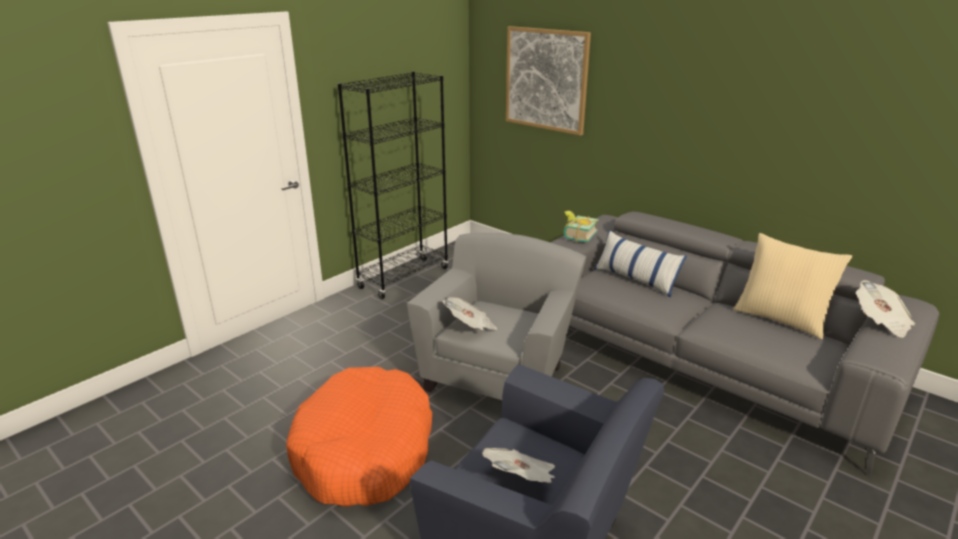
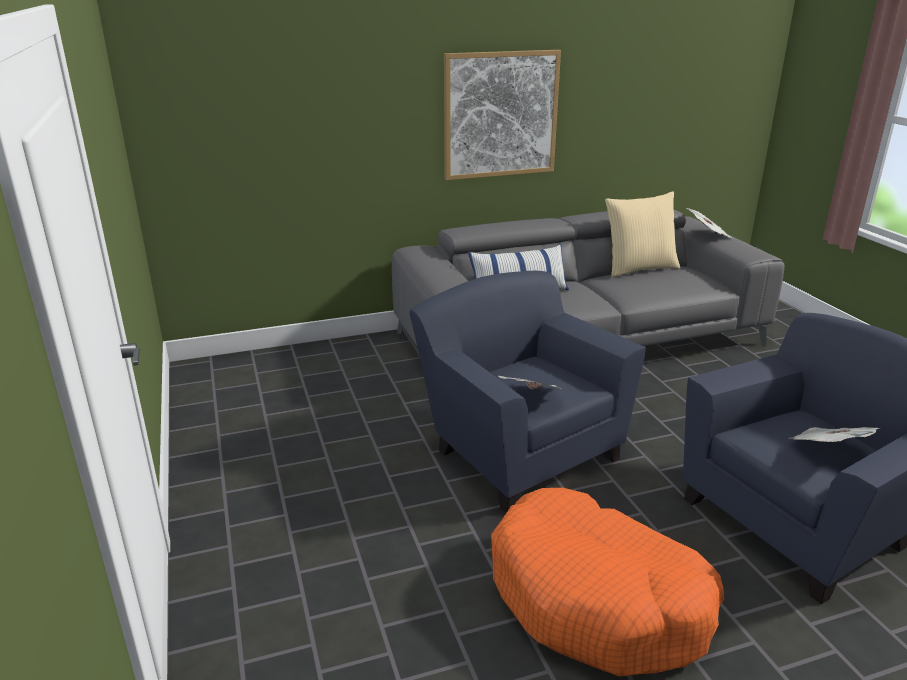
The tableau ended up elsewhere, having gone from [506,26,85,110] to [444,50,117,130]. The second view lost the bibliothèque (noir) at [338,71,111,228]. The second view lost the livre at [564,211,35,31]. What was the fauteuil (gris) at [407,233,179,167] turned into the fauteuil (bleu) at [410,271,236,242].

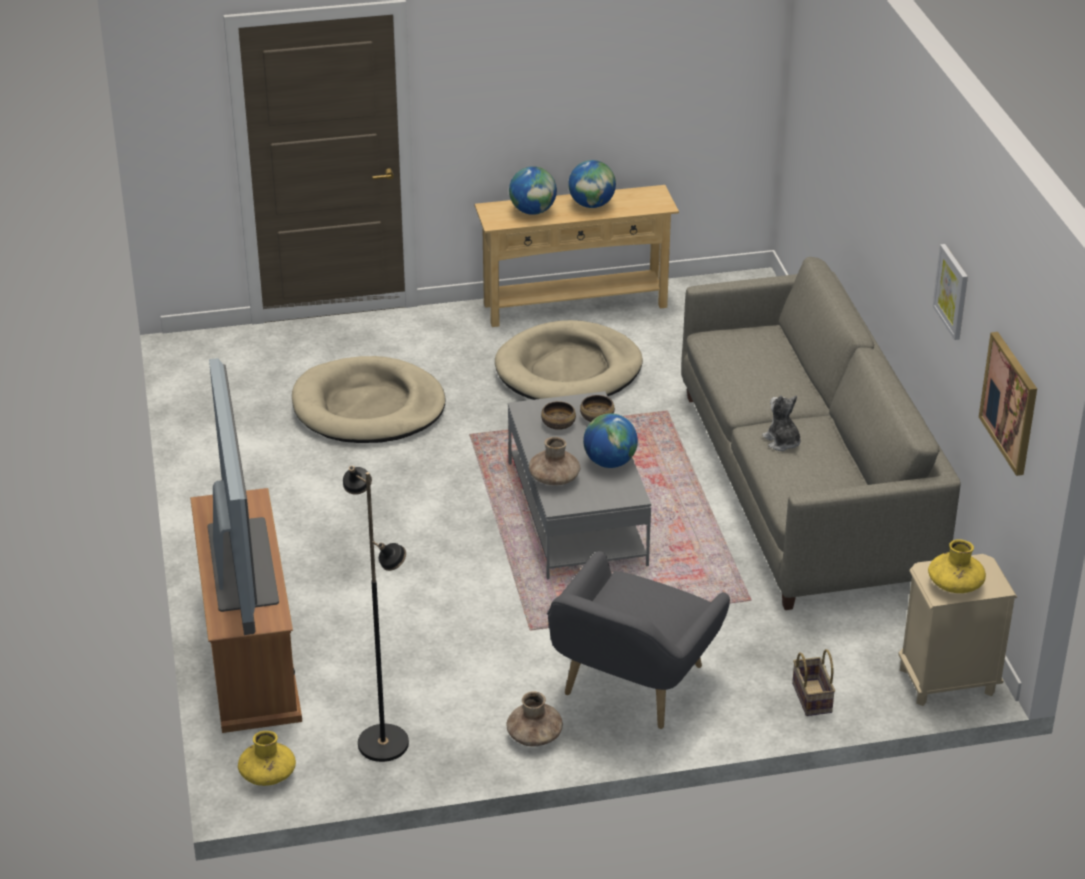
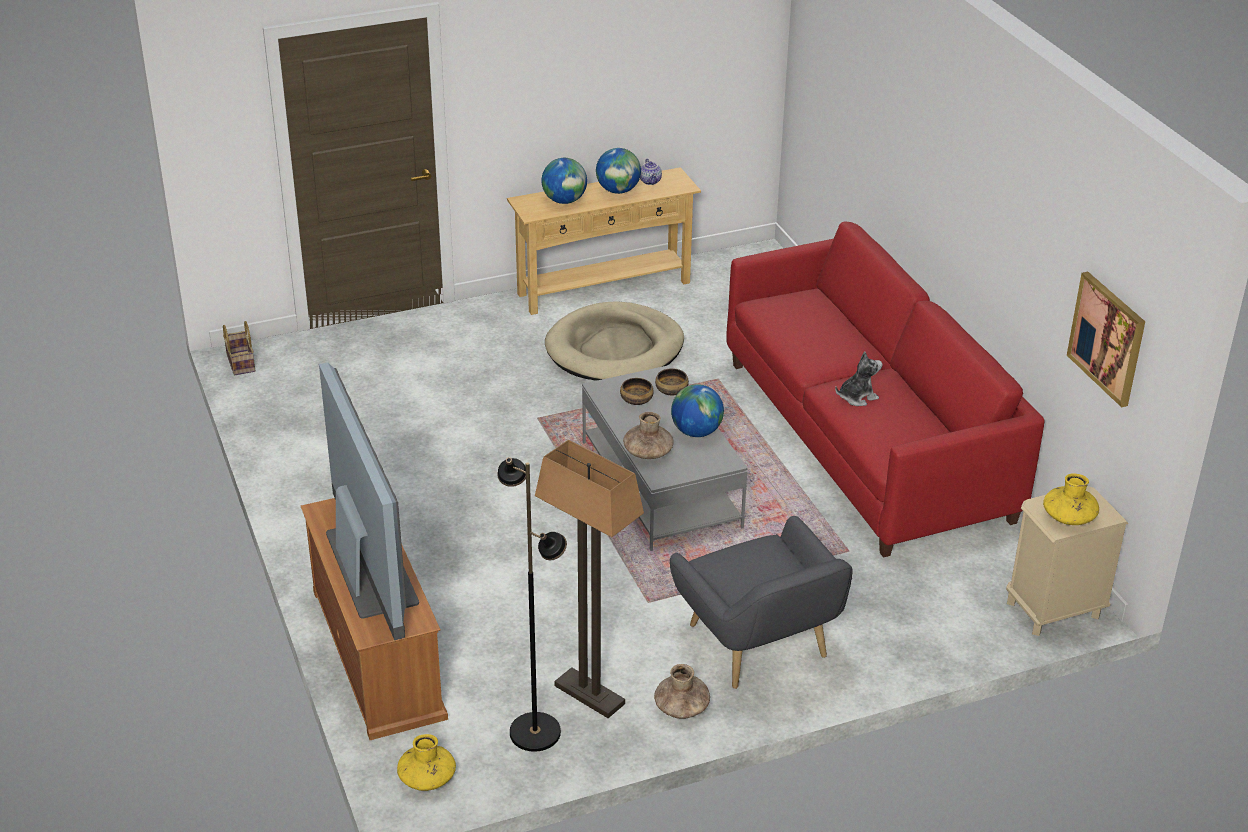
The second view lost the tableau at [933,244,35,96]. What was the canapé (gris) at [681,257,279,353] turned into the canapé (rouge) at [726,222,318,336]. The second view lost the panier pour chien (beige) at [292,356,154,87]. The peluche at [762,395,39,56] ended up facing another way, 105 degrees clockwise from before. The fauteuil (gris) at [547,551,183,178] ended up facing another way, 45 degrees counterclockwise from before. The panier ended up elsewhere, having gone from [792,649,43,67] to [223,321,32,55]. The second view gained the théière at [640,159,22,26]. The second view gained the lampadaire at [535,440,109,278].

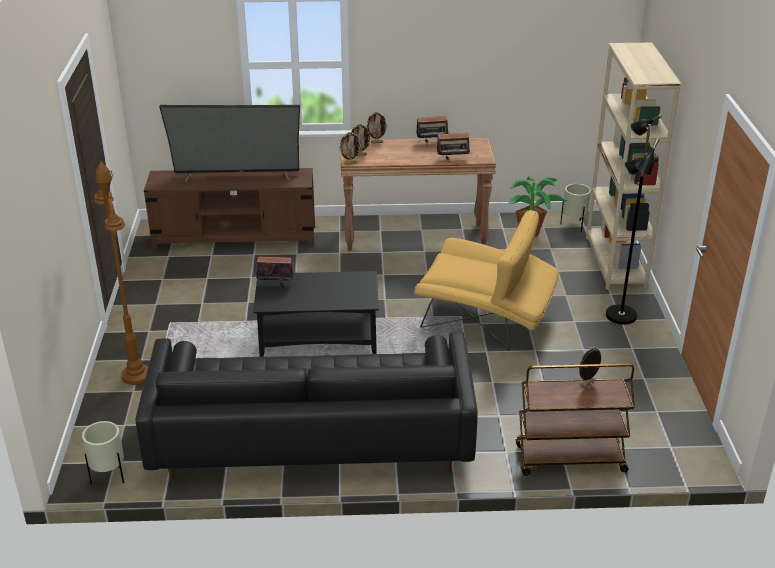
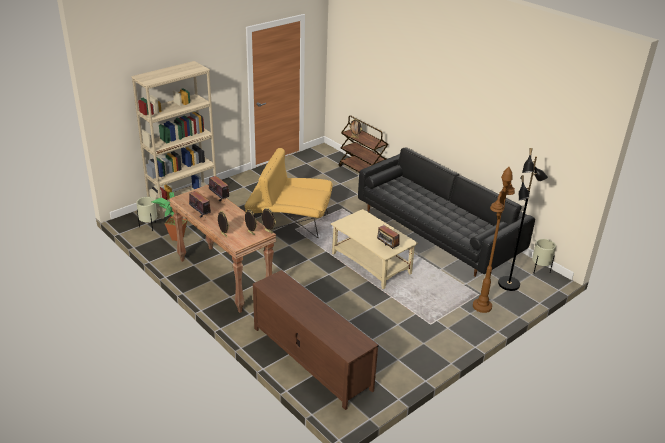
The second view lost the téléviseur at [159,105,141,77]. The lampadaire (noir) ended up elsewhere, having gone from [606,114,56,211] to [498,148,50,143]. The fauteuil (jaune) at [414,210,145,140] ended up facing another way, 60 degrees counterclockwise from before. What was the table basse (noir) at [253,271,126,86] turned into the table basse (beige) at [331,209,87,80].

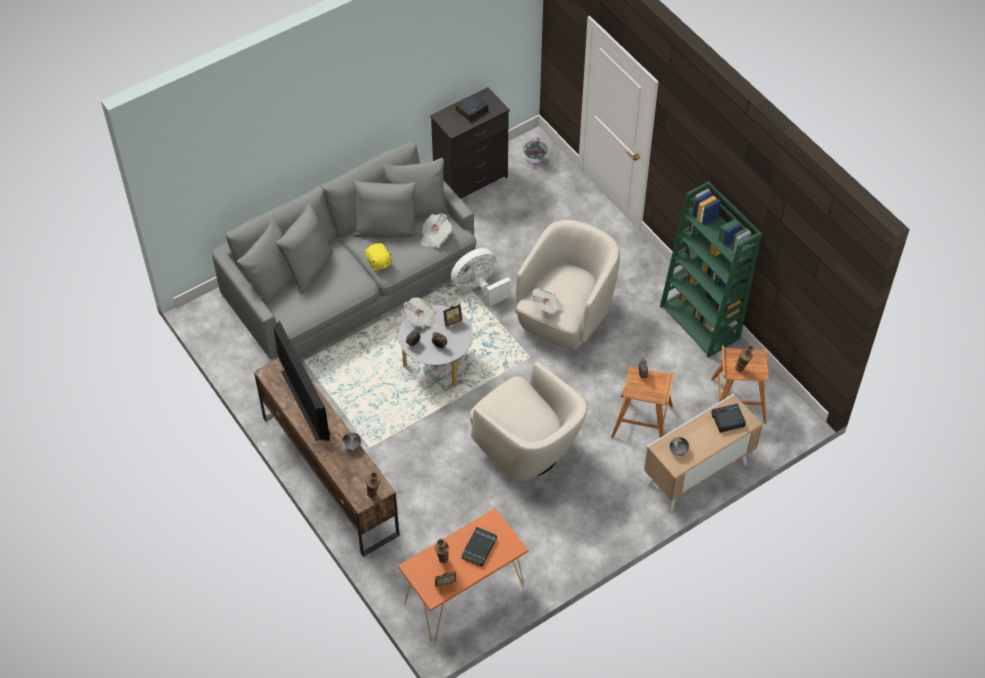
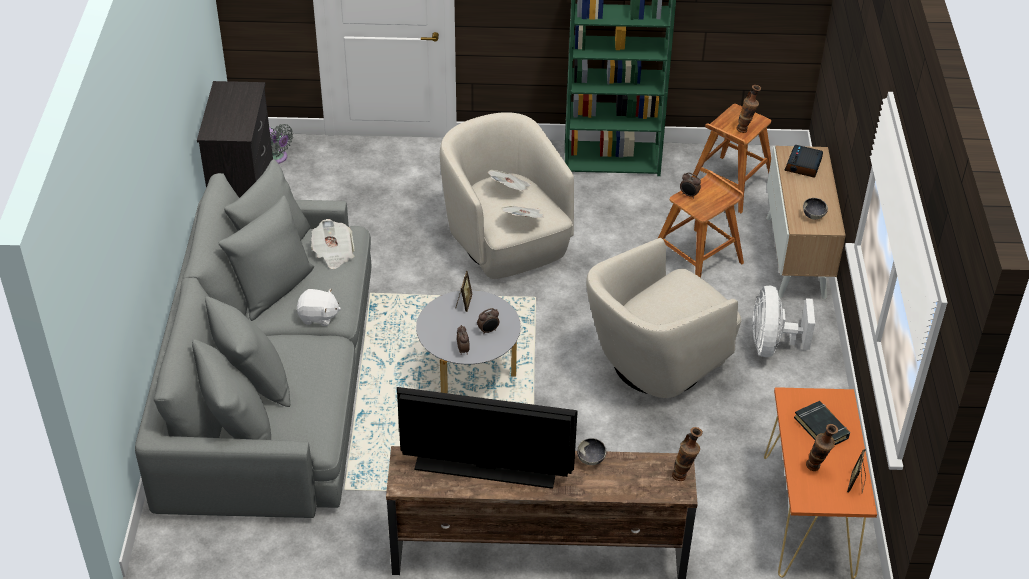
The second view lost the réveil at [456,94,33,28]. What was the peluche (jaune) at [366,243,26,28] turned into the peluche (blanc) at [297,289,44,37]. The ventilateur (blanc) ended up elsewhere, having gone from [451,248,60,59] to [752,286,63,71]. The journal ended up elsewhere, having gone from [404,297,33,30] to [488,170,43,21]. The fauteuil (beige) at [469,362,118,119] ended up facing another way, 150 degrees clockwise from before.

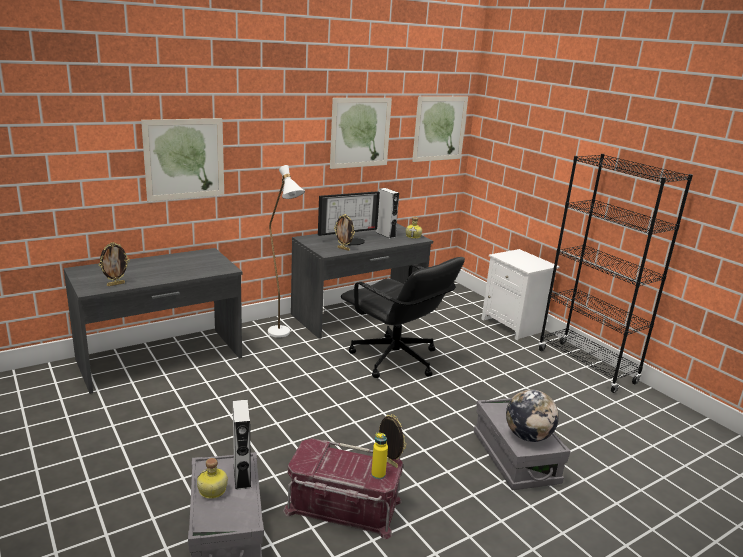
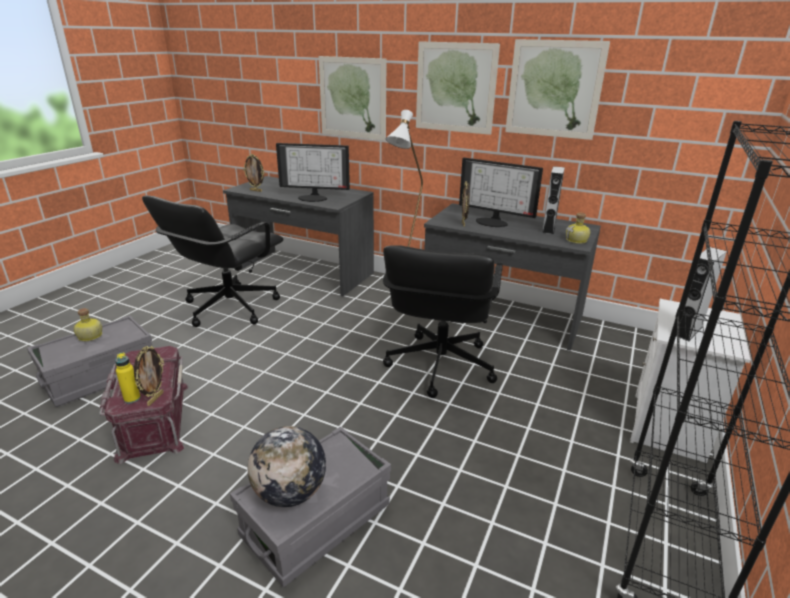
The tableau ended up elsewhere, having gone from [412,96,56,66] to [416,41,84,94]. The enceinte (gris) ended up elsewhere, having gone from [233,400,18,90] to [676,247,51,94]. The second view gained the écran d'ordinateur at [276,143,74,59]. The second view gained the chaise de bureau (noir) at [142,195,141,132].

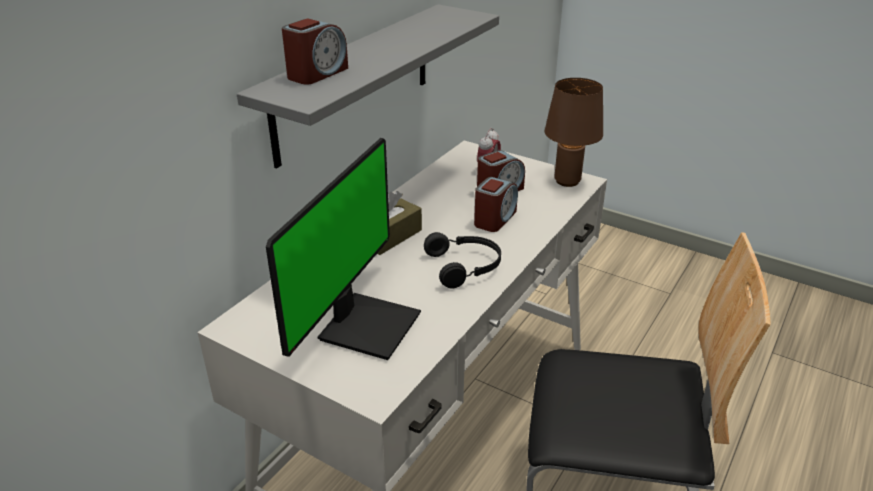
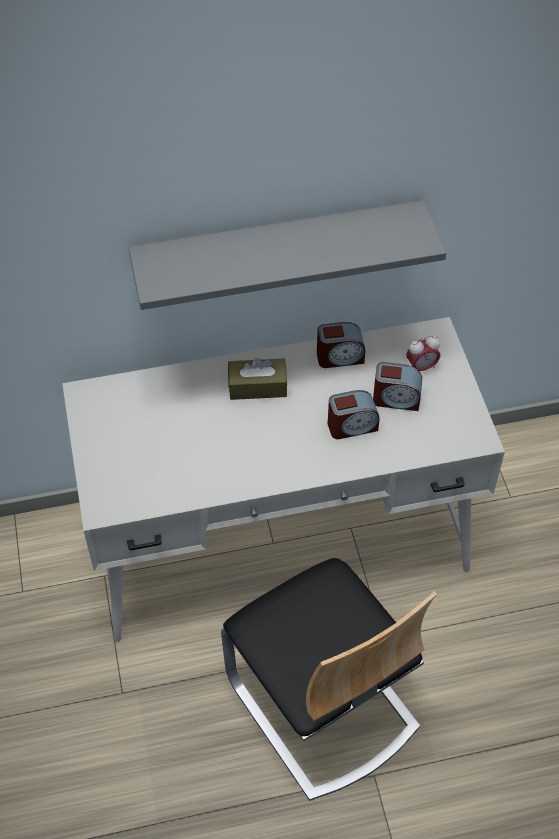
The réveil ended up elsewhere, having gone from [282,18,66,67] to [317,322,48,46]. The second view lost the lampe de table (marron) at [545,78,58,109]. The second view lost the écran d'ordinateur at [266,138,155,222]. The second view lost the casque audio (noir) at [424,232,77,57].

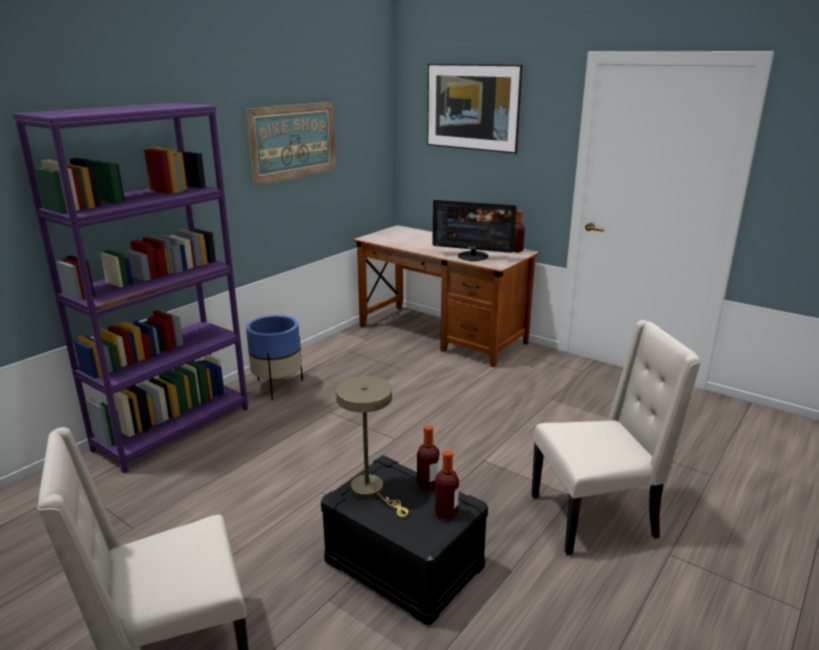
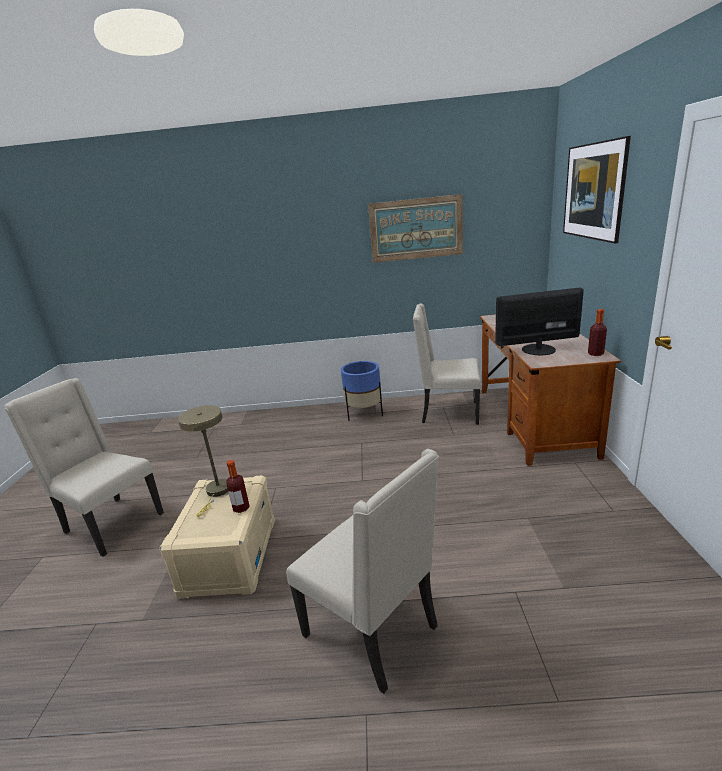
The second view lost the bibliothèque (violet) at [13,103,235,371]. The écran d'ordinateur at [432,200,85,61] ended up facing another way, 105 degrees clockwise from before. The second view lost the bouteille at [435,450,24,70]. What was the boîte de rangement (noir) at [321,455,167,170] turned into the boîte de rangement (beige) at [159,475,116,124]. The second view gained the chaise (beige) at [413,304,68,121].

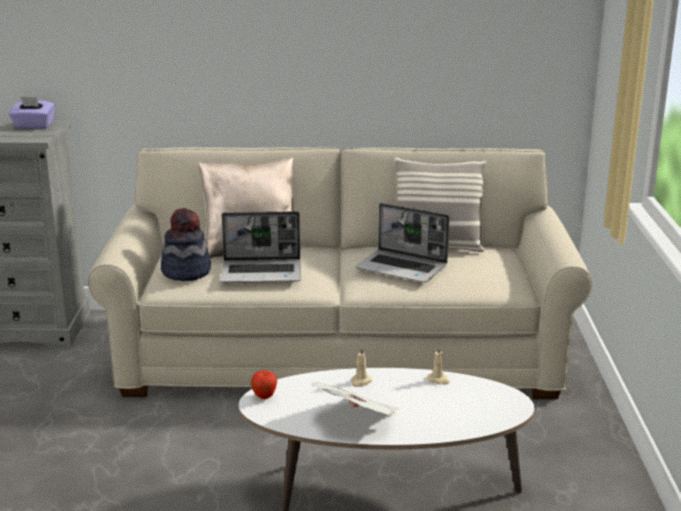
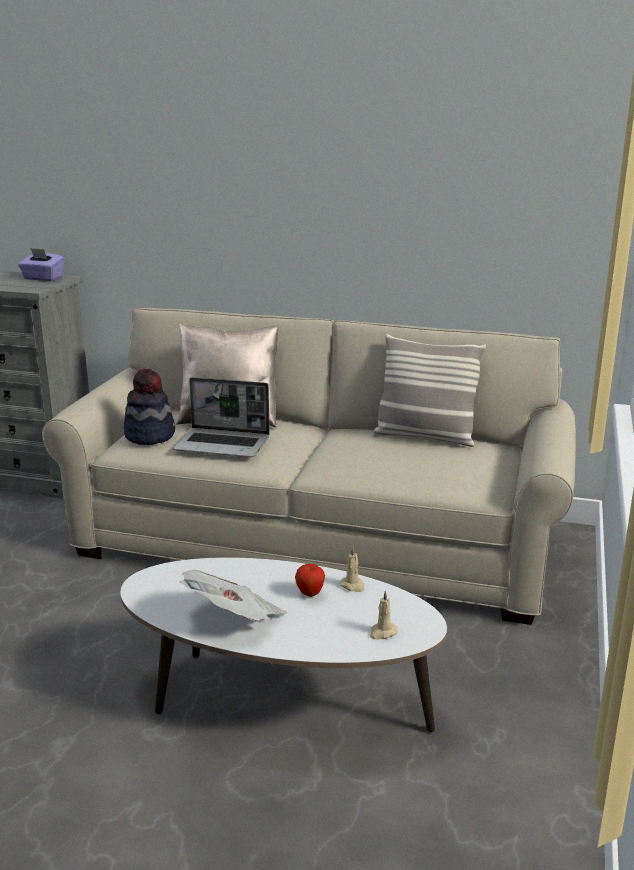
The second view lost the ordinateur portable at [355,203,95,80]. The bougie (beige) ended up elsewhere, having gone from [351,347,21,40] to [370,591,28,48]. The pomme ended up elsewhere, having gone from [251,370,26,29] to [295,564,30,33].

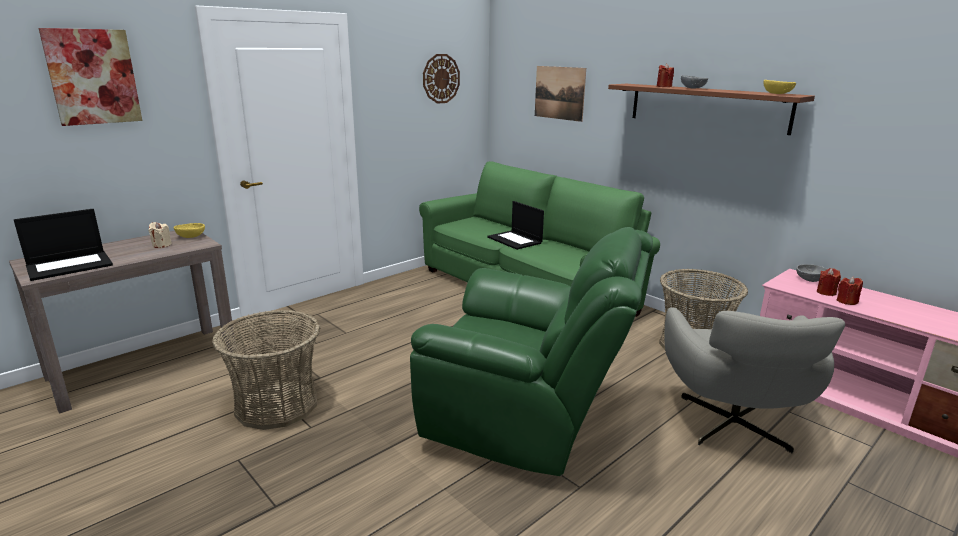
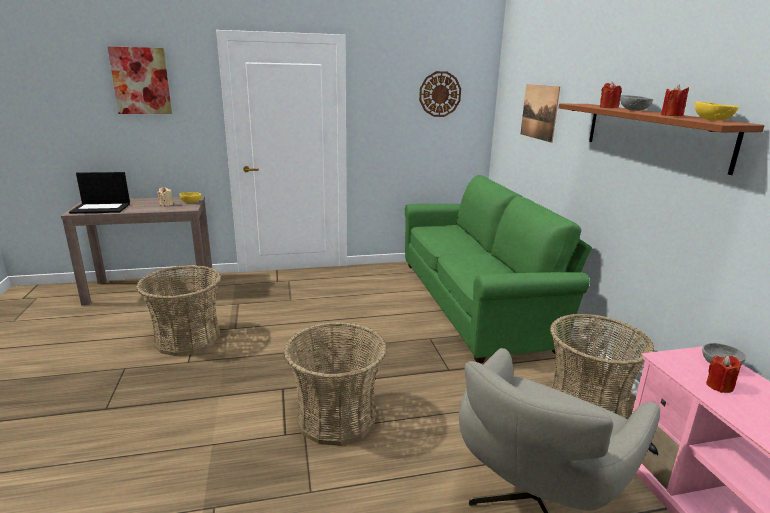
The second view lost the ordinateur portable at [487,201,57,49]. Where the fauteuil (vert) stood at [410,227,243,249], the panier came to stand at [283,322,104,124]. The bougie (rouge) ended up elsewhere, having gone from [837,277,26,28] to [661,84,28,32].

